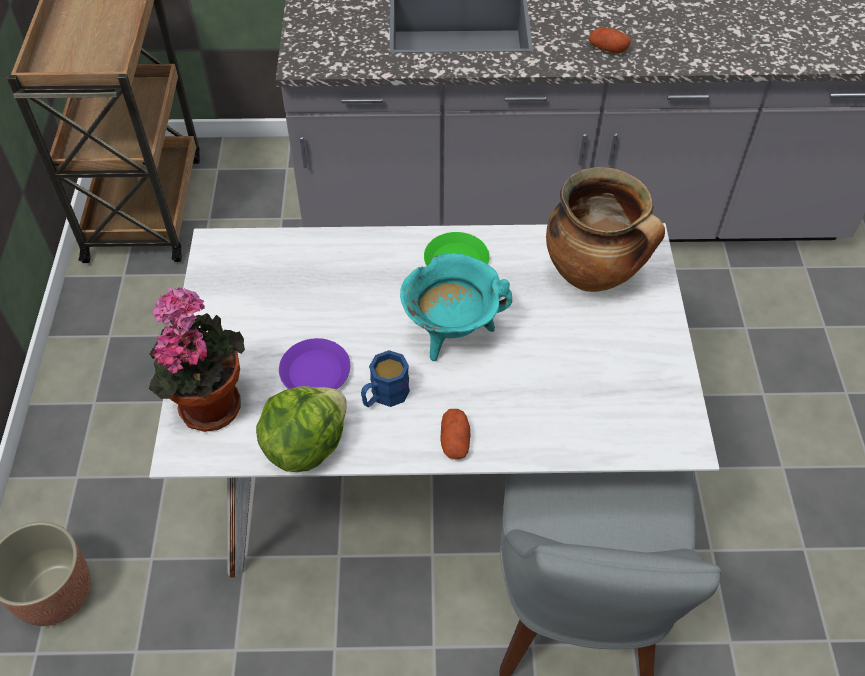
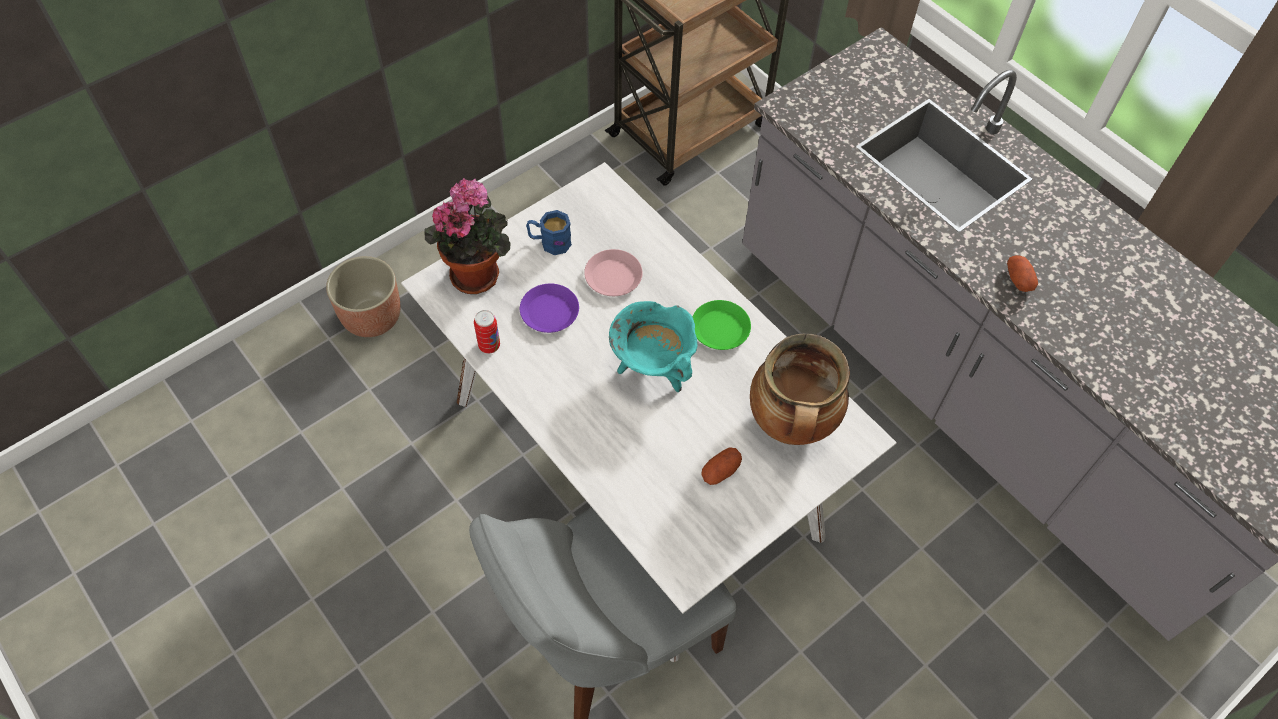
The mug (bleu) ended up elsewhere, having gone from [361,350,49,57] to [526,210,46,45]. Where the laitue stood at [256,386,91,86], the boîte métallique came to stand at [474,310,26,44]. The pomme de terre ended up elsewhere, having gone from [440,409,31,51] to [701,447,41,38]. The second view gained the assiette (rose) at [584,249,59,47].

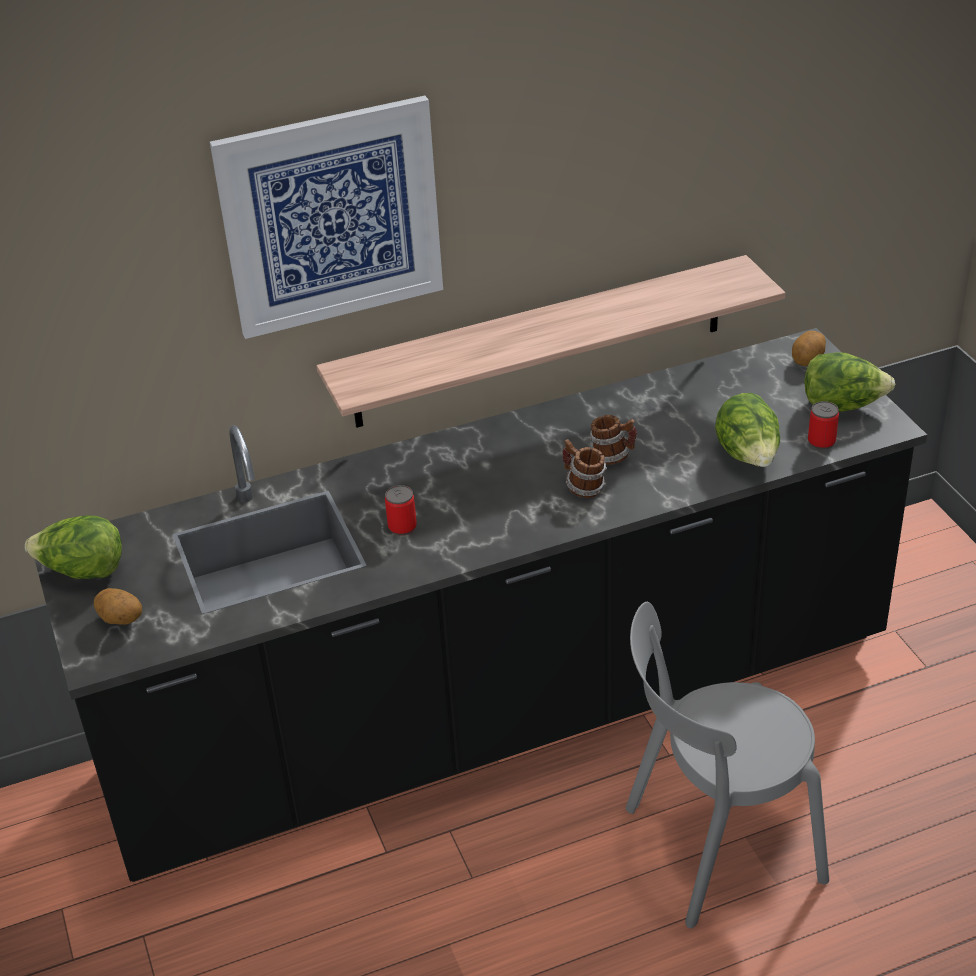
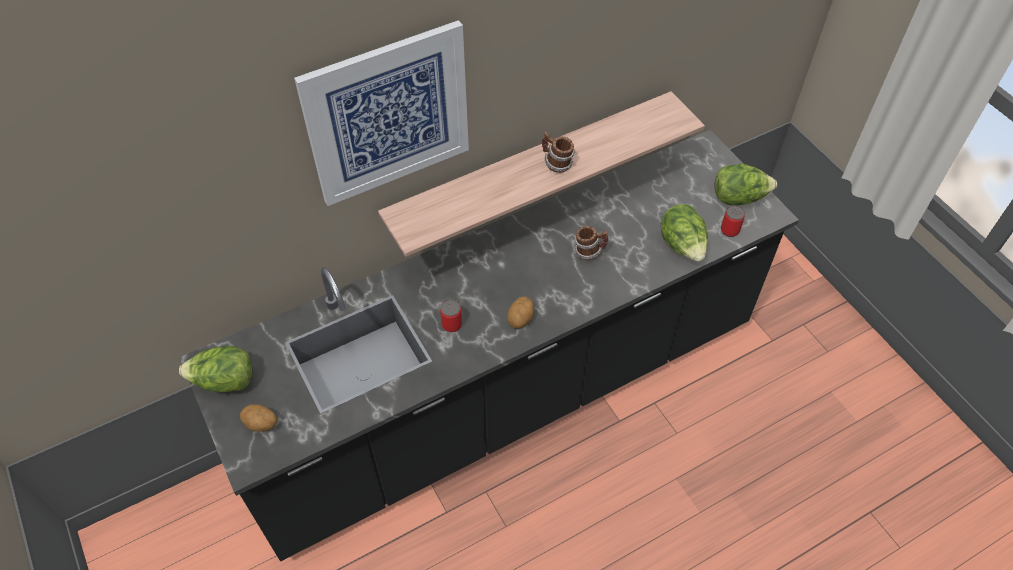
The pomme de terre ended up elsewhere, having gone from [792,331,34,35] to [507,297,27,32]. The mug ended up elsewhere, having gone from [562,439,45,59] to [542,132,33,41]. The second view lost the chaise (gris) at [626,602,203,326].

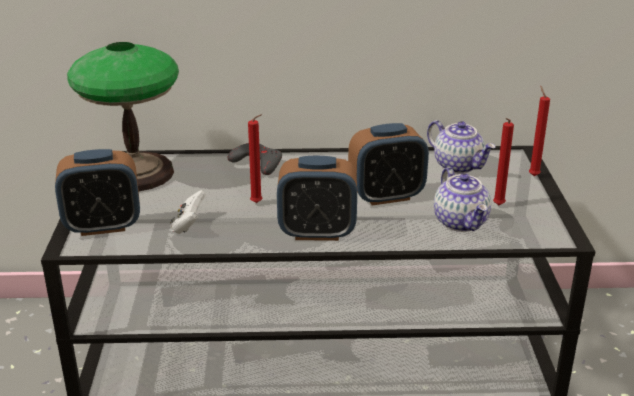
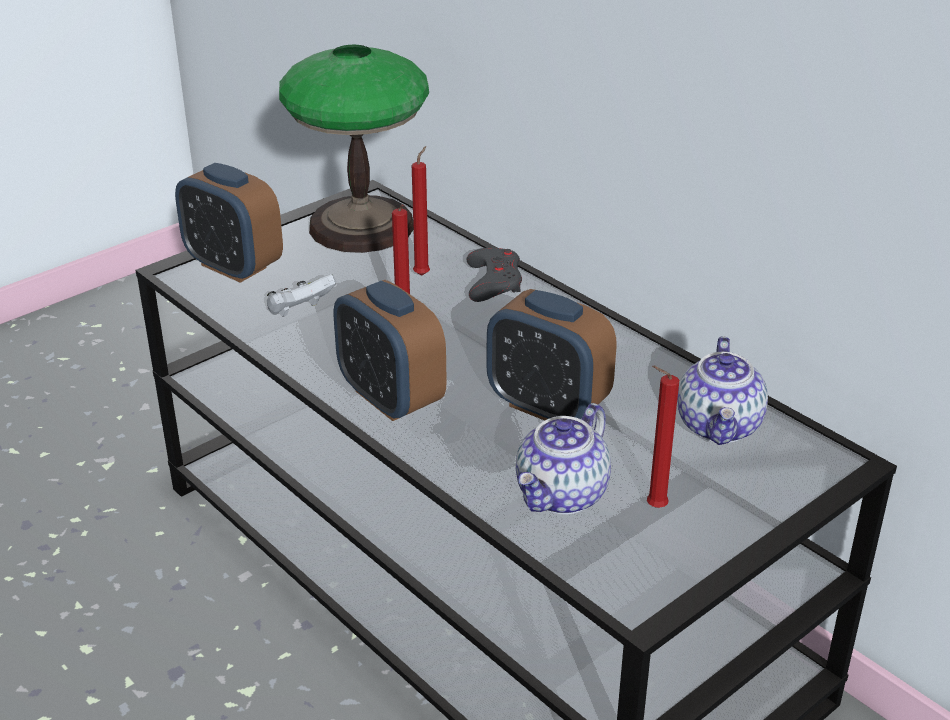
The bougie (rouge) ended up elsewhere, having gone from [529,86,21,90] to [412,146,18,130].

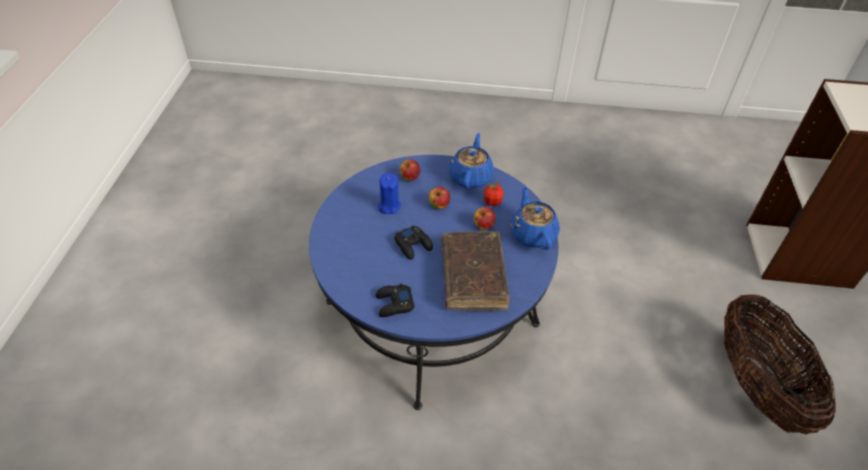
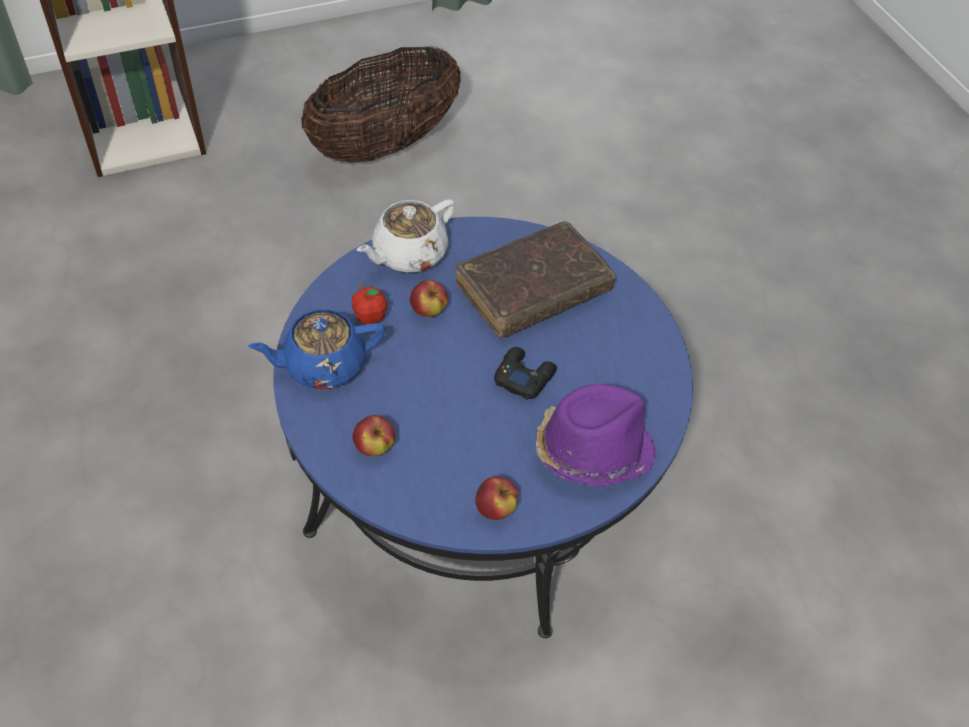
The second view lost the bougie (bleu) at [378,173,23,41]. What was the théière (bleu) at [510,186,50,64] turned into the théière (blanc) at [357,199,98,74]. The pomme ended up elsewhere, having gone from [428,187,22,22] to [475,477,43,43]. The second view lost the manette (noir) at [376,284,38,33]. The second view gained the chapeau (violet) at [536,384,120,103].

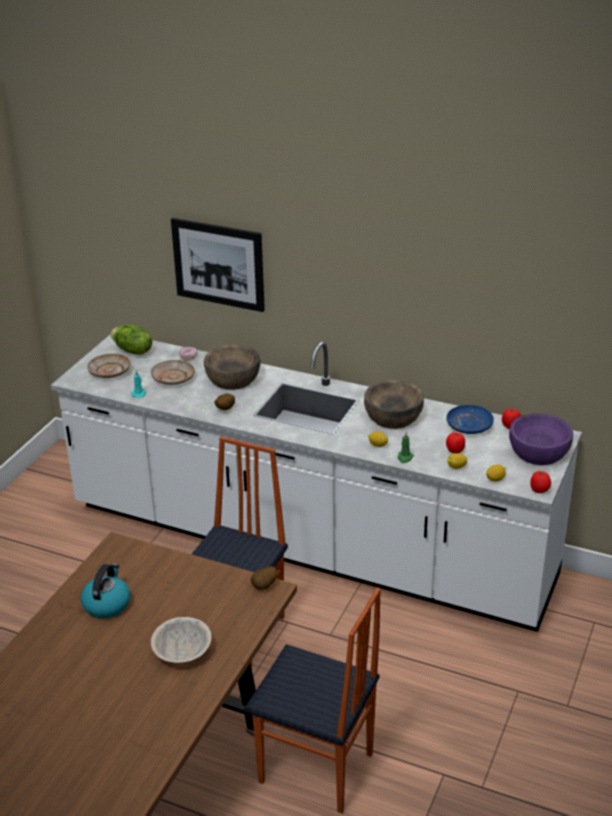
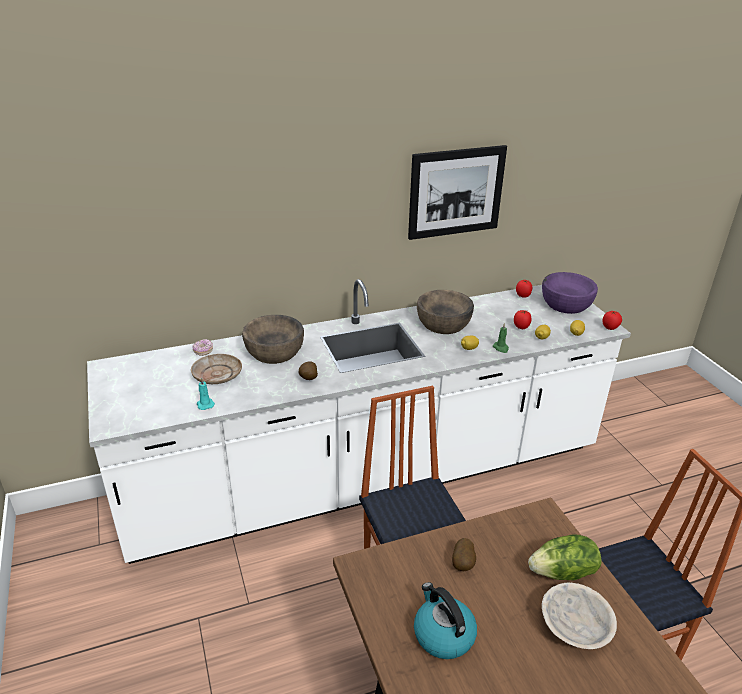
The tableau ended up elsewhere, having gone from [171,218,94,94] to [408,145,99,95]. The laitue ended up elsewhere, having gone from [110,325,42,30] to [528,535,73,46]. The second view lost the assiette (beige) at [87,354,44,24]. The second view lost the assiette (bleu) at [446,405,48,29]. The pomme de terre ended up elsewhere, having gone from [251,566,26,24] to [452,538,24,33].

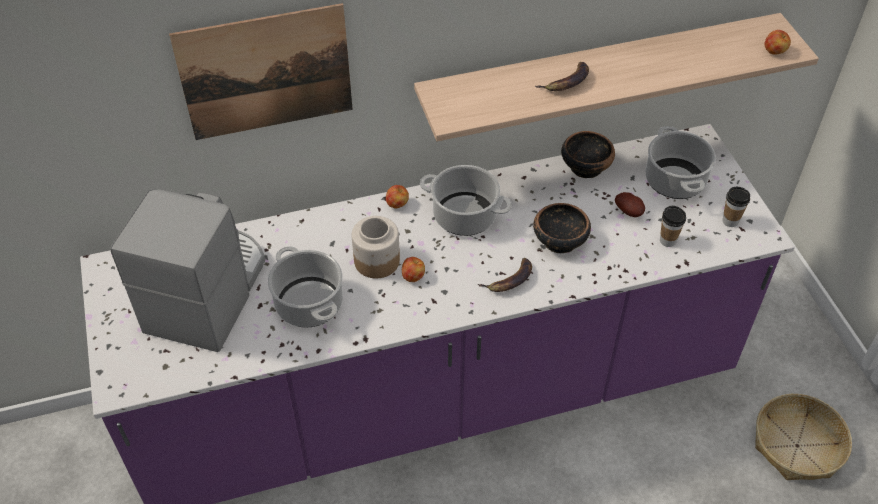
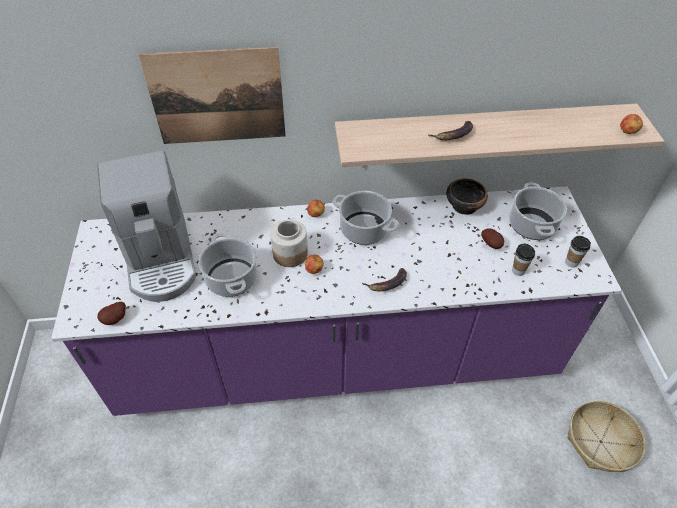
The machine à café at [110,189,155,163] ended up facing another way, 135 degrees clockwise from before. The second view lost the bol at [533,203,58,50]. The second view gained the pomme de terre at [97,302,29,23].

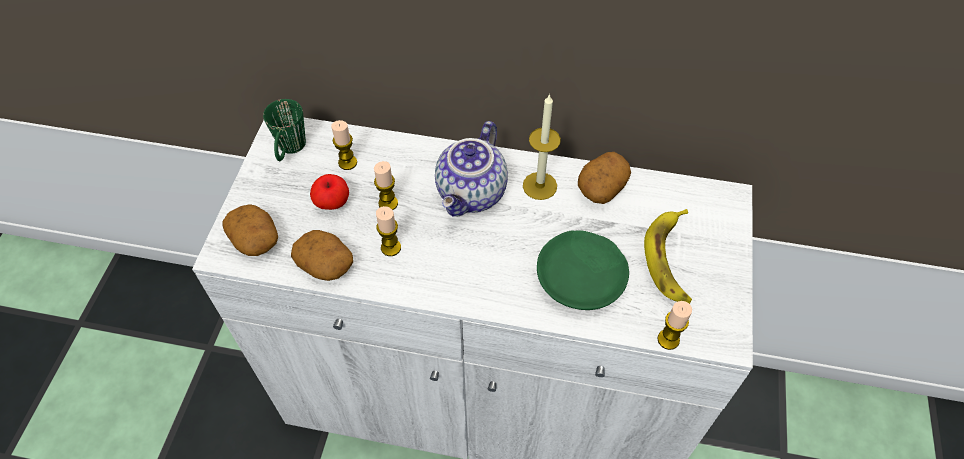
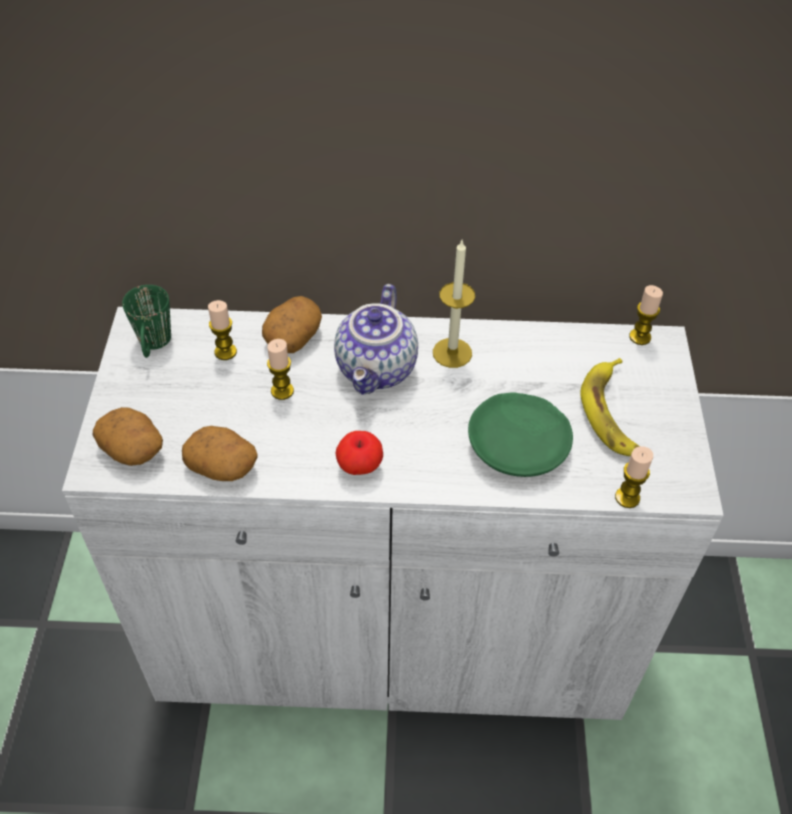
The pomme de terre ended up elsewhere, having gone from [578,152,53,52] to [262,296,60,57]. The pomme ended up elsewhere, having gone from [310,174,39,36] to [336,431,47,44]. The bougie ended up elsewhere, having gone from [376,206,25,50] to [629,285,34,60].

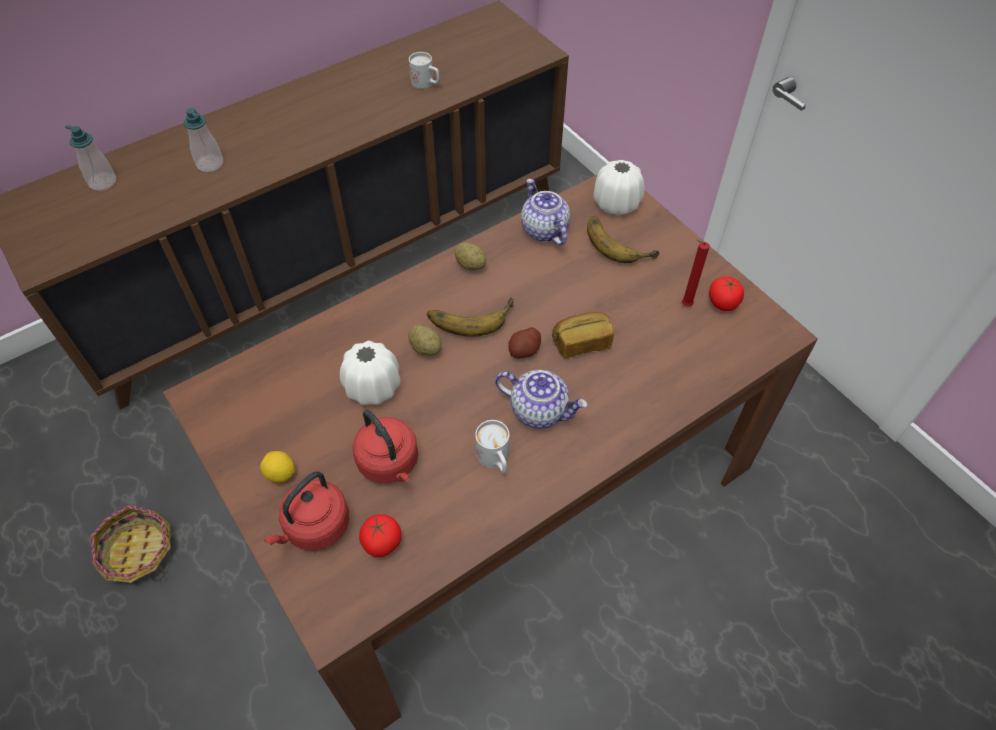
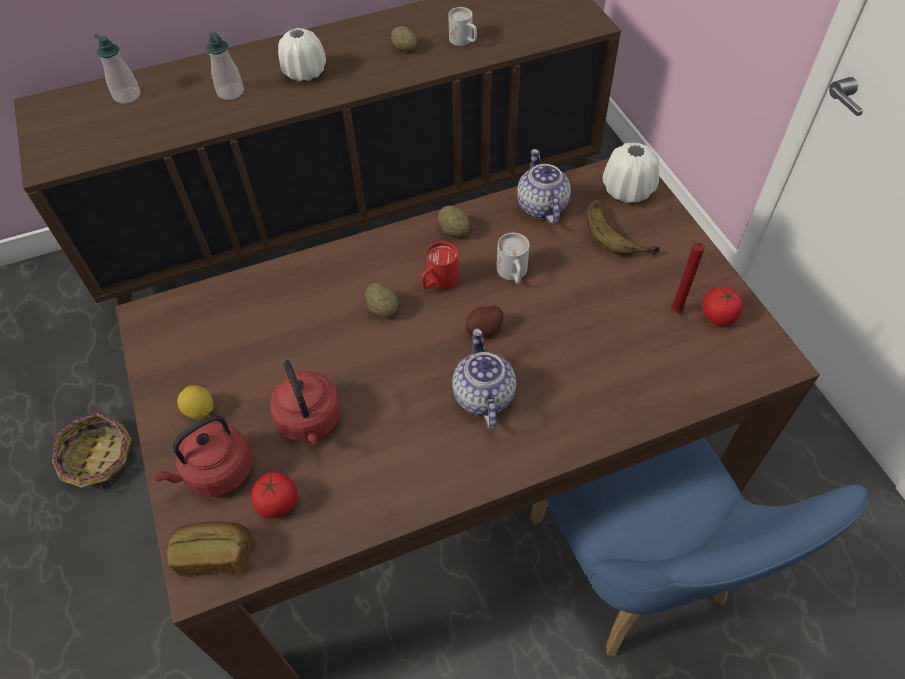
Where the banane stood at [427,297,87,39], the mug (rouge) came to stand at [421,241,37,48]. The pain ended up elsewhere, having gone from [552,312,62,46] to [167,521,85,55]. The vase (blanc) ended up elsewhere, having gone from [340,341,61,64] to [278,28,48,54]. The théière at [495,370,93,59] ended up facing another way, 135 degrees counterclockwise from before. The mug (blanc) ended up elsewhere, having gone from [475,420,34,54] to [497,233,33,51]. The second view gained the pomme de terre at [391,26,26,25]. The second view gained the chaise (bleu) at [531,437,338,219].

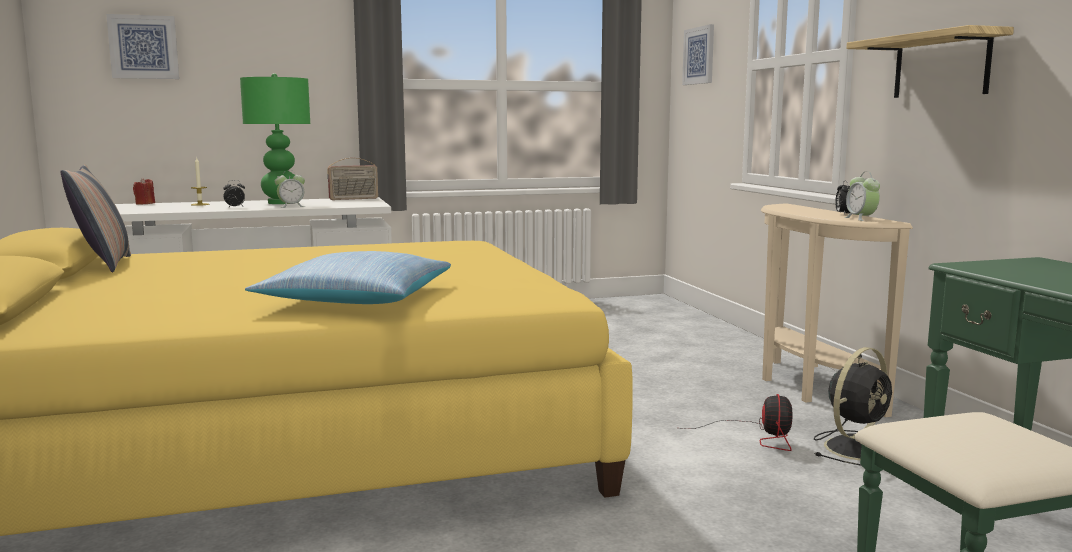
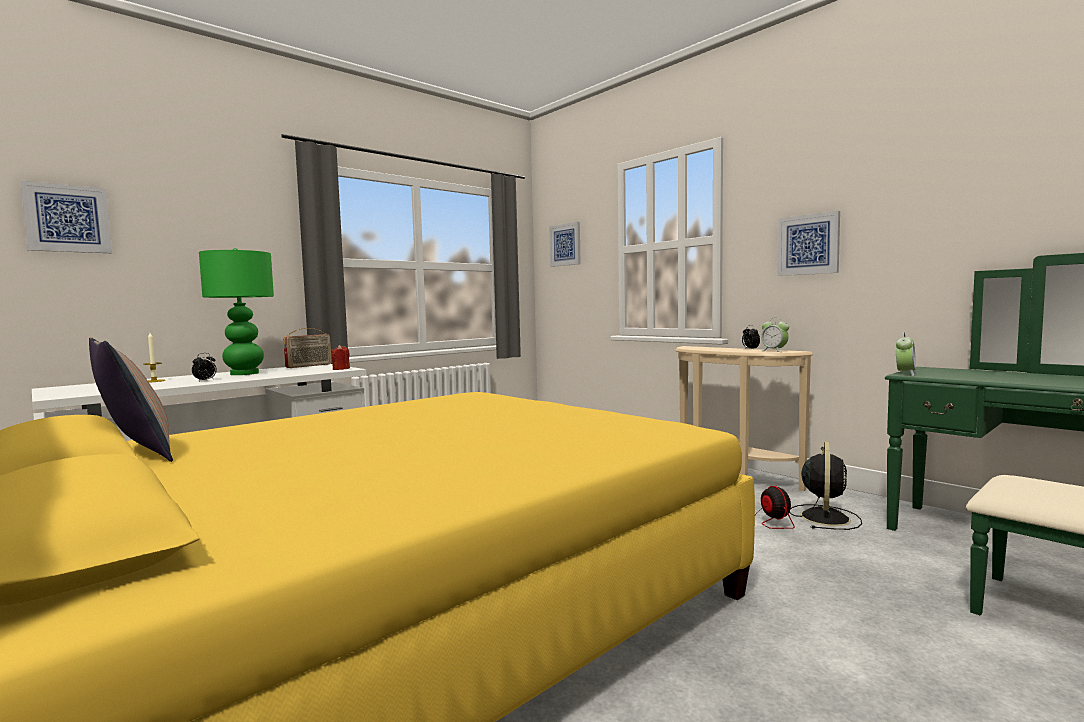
Where the étagère hung at [846,25,168,73], the tableau came to hang at [778,211,62,65]. The réveil ended up elsewhere, having gone from [275,170,30,38] to [896,332,20,44]. The bougie (rouge) ended up elsewhere, having gone from [133,178,22,26] to [331,345,19,25]. The second view lost the coussin at [245,251,206,53].

